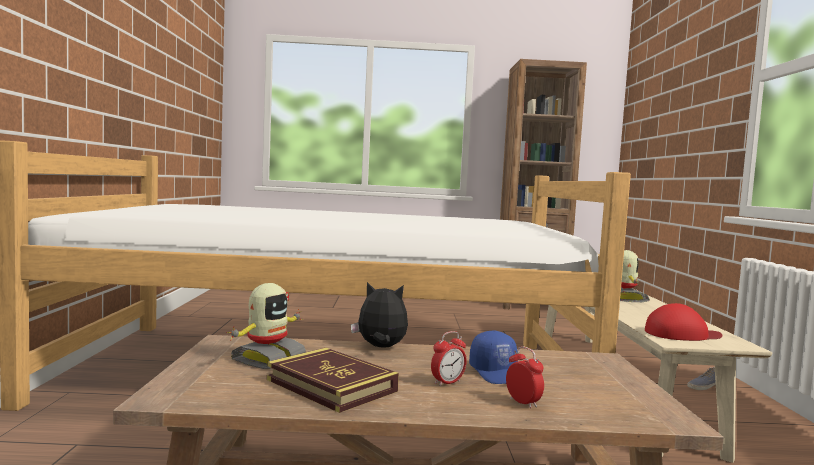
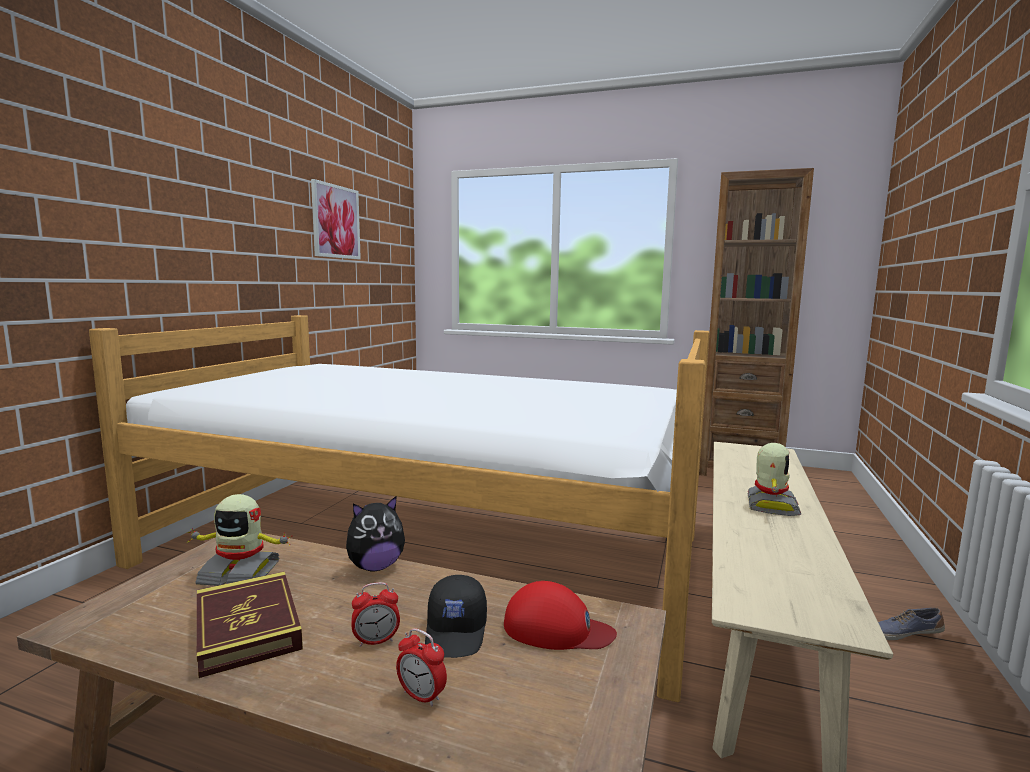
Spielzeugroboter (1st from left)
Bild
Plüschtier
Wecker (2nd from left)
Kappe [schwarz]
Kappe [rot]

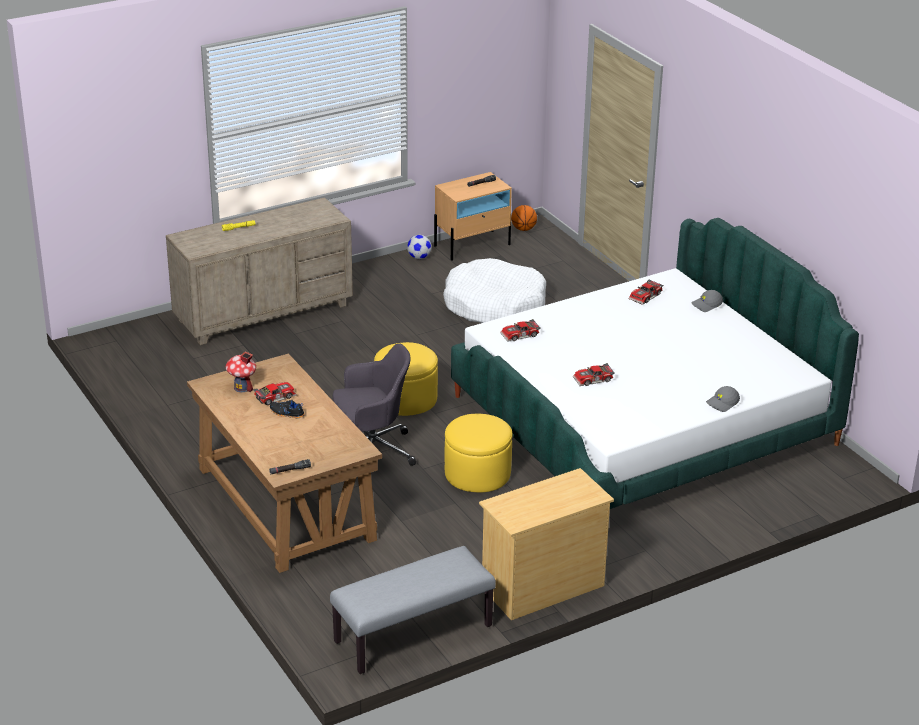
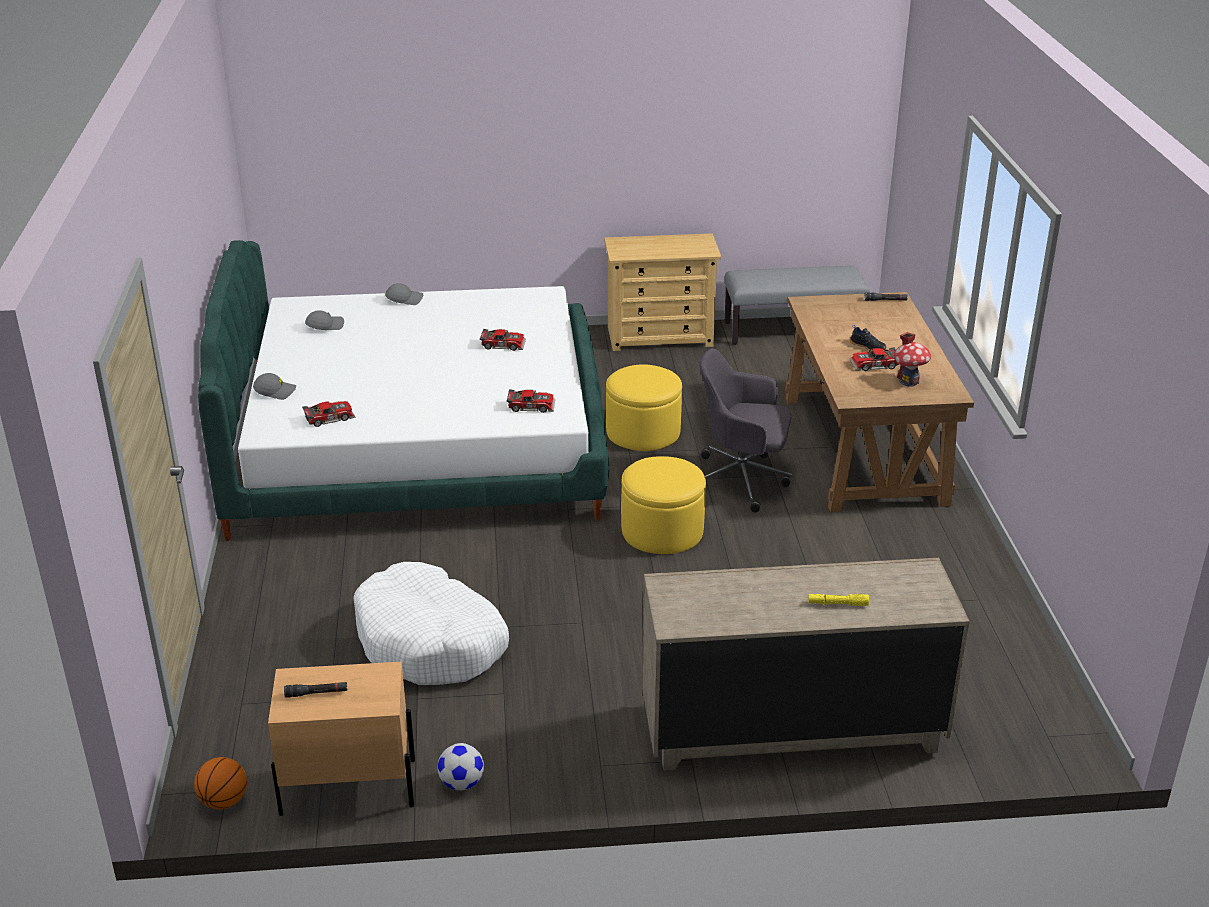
Kappe [grau] (2nd from left)

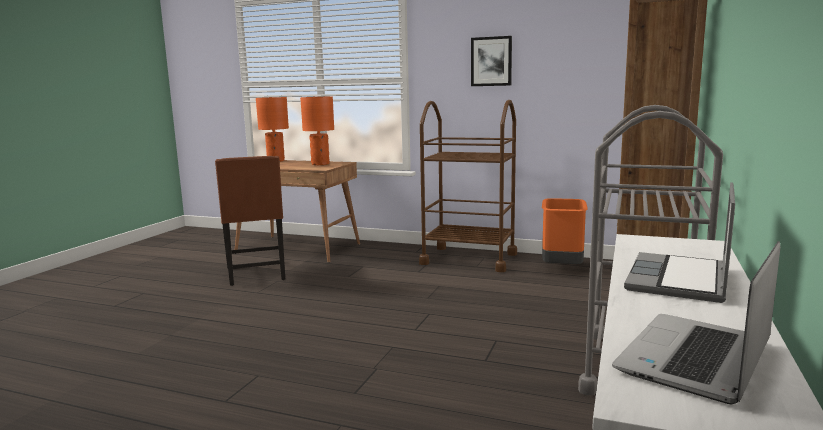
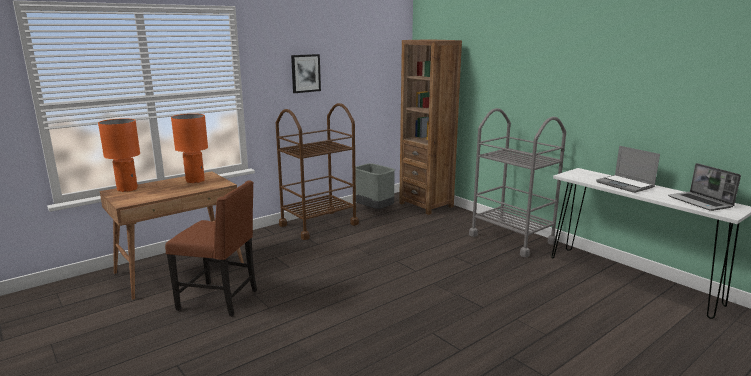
Mülleimer [grau]

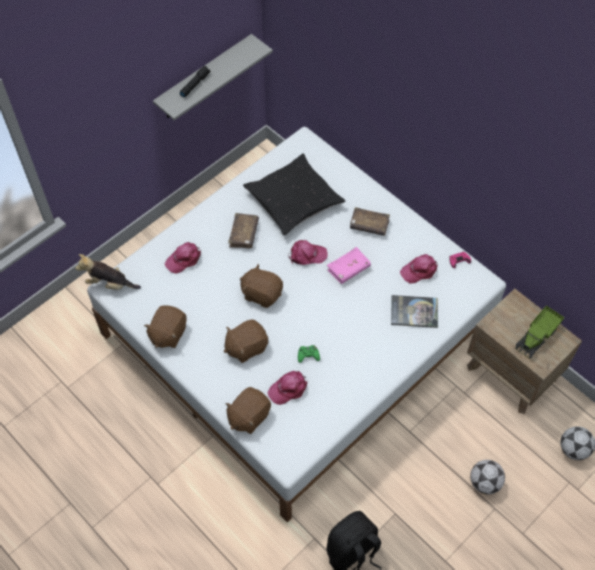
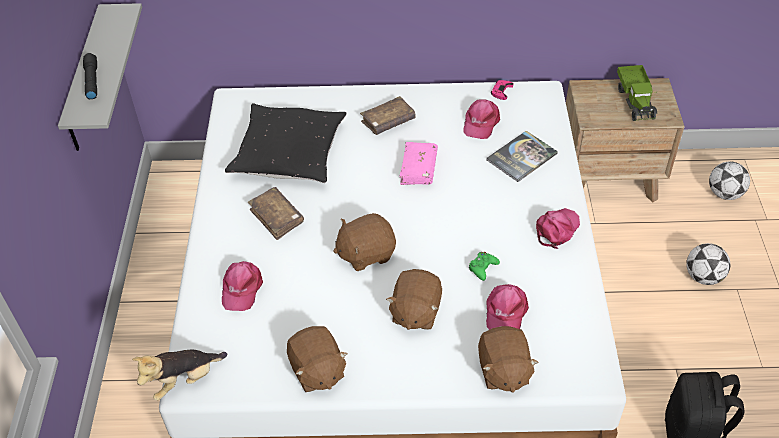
Kappe [rosa] (4th from left)

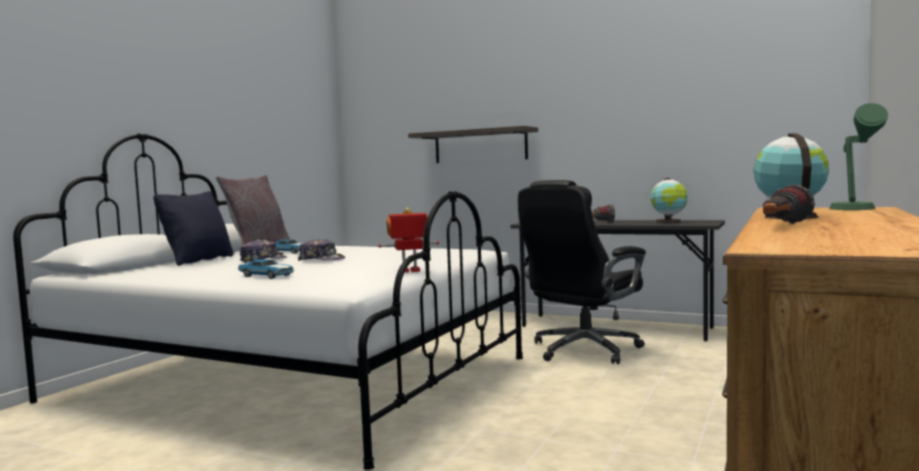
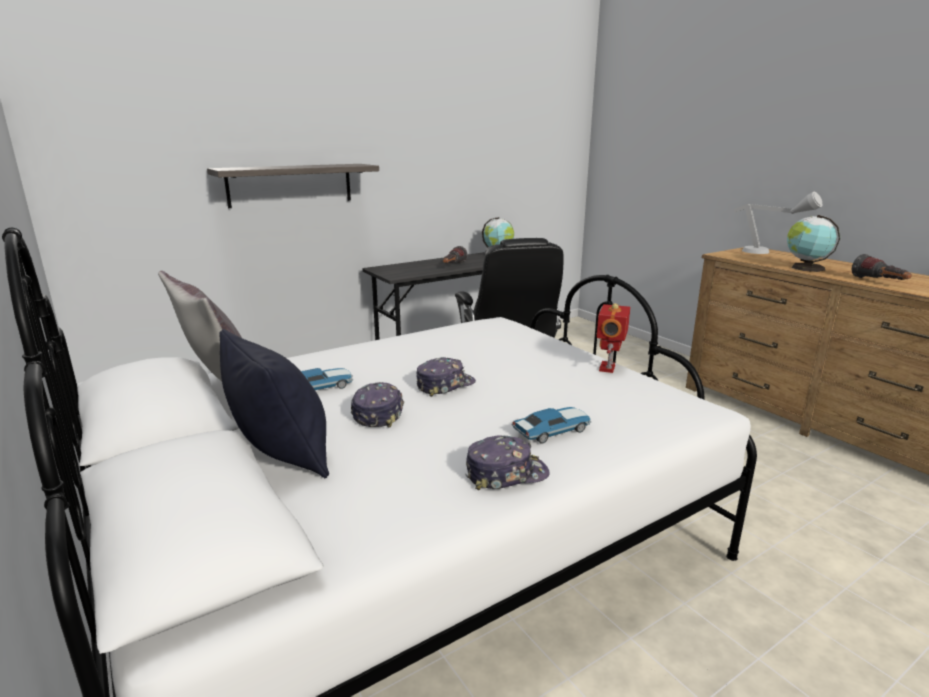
Kappe (3rd from left)
Tischlampe [grau]

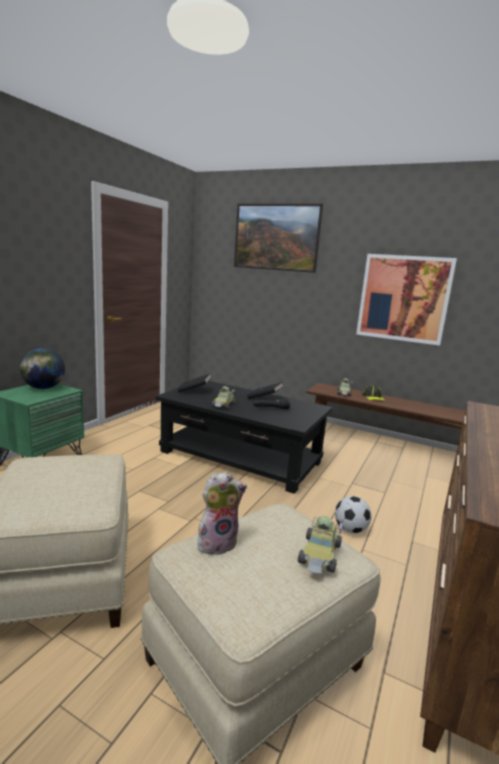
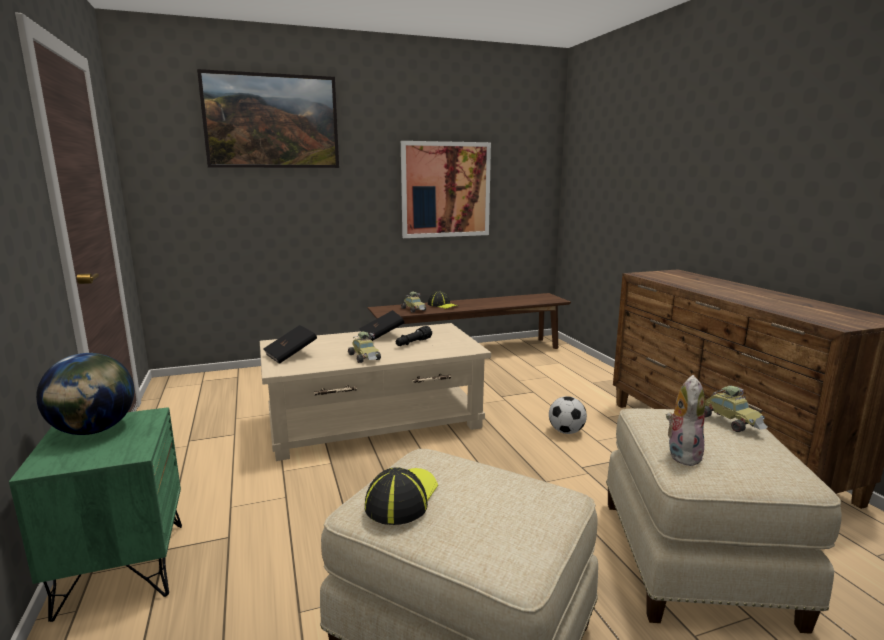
Couchtisch [beige]
Kappe (1st from left)

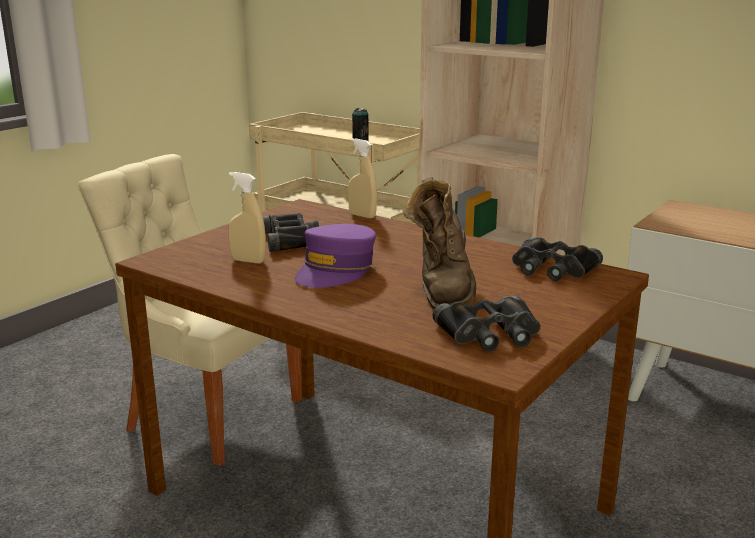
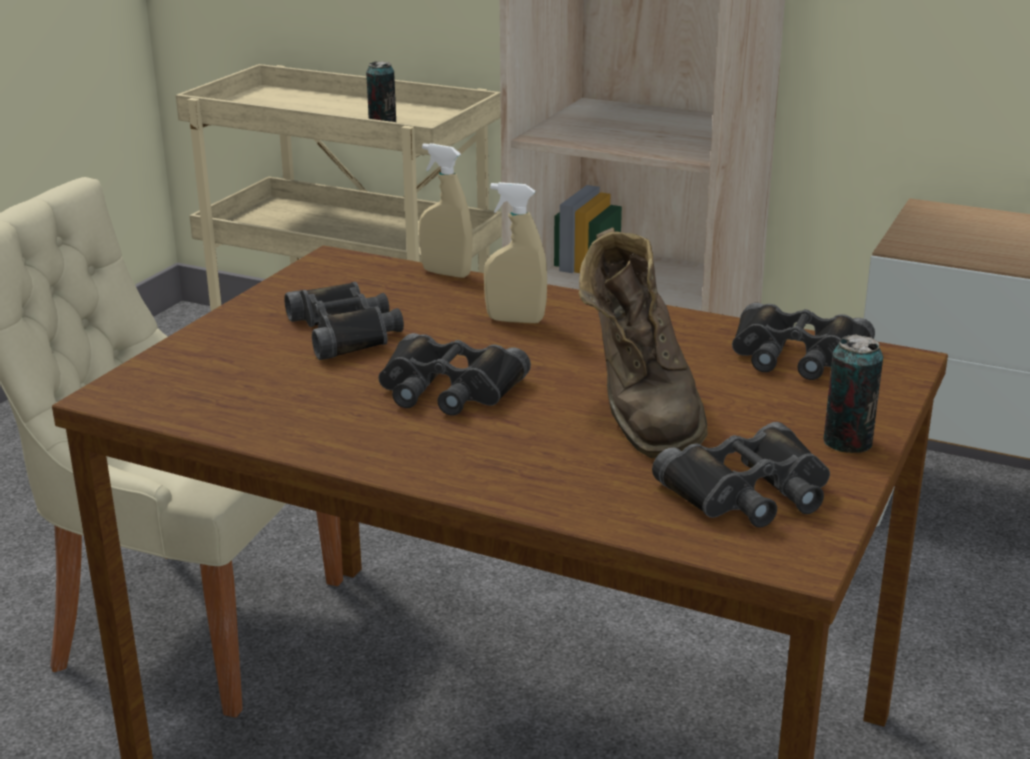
Fernglas [schwarz] (2nd from left)
Sprühflasche [beige] (2nd from left)
Dose (2nd from left)

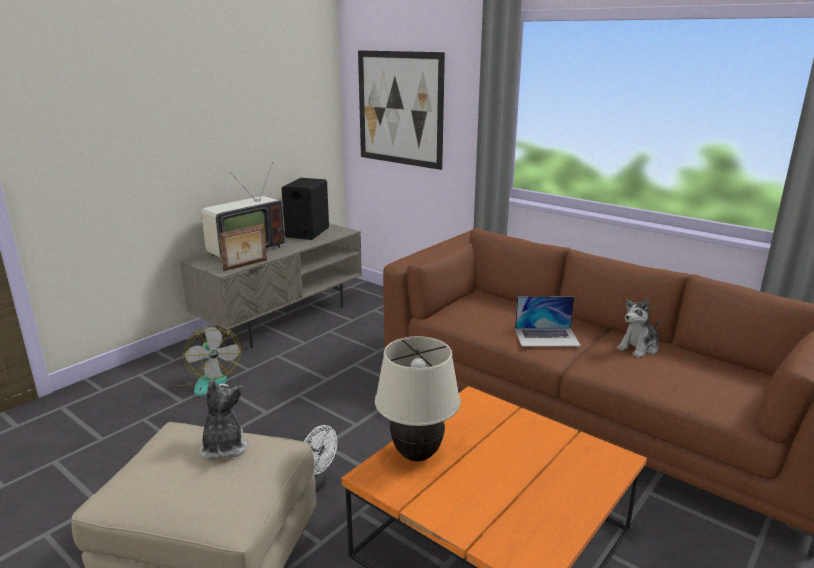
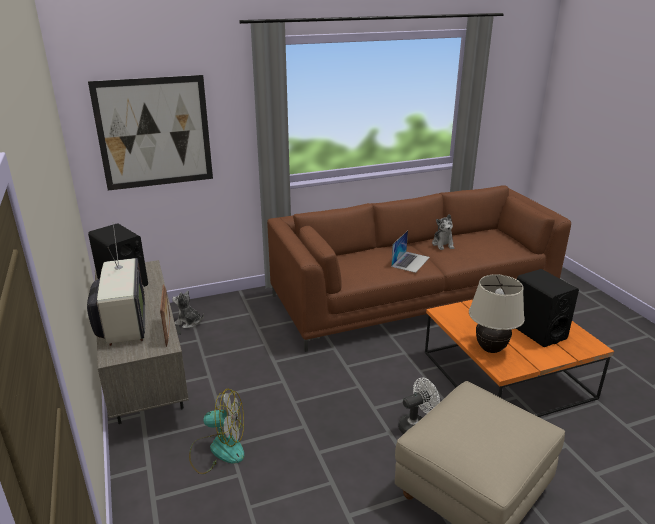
Plüschtier (1st from left)
Lautsprecher [schwarz] (2nd from left)

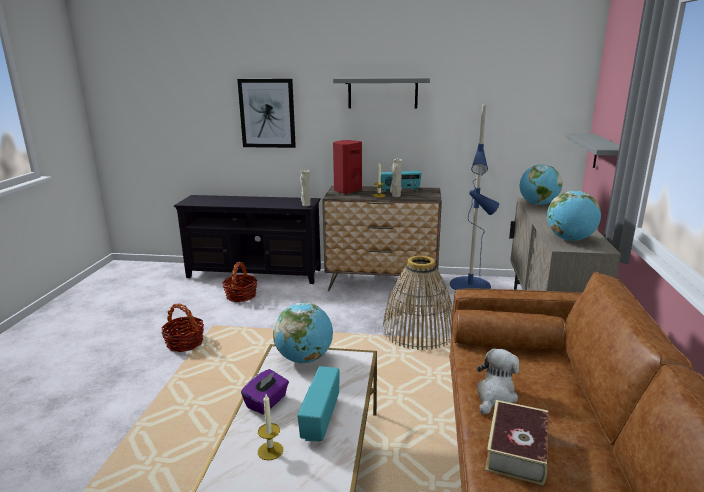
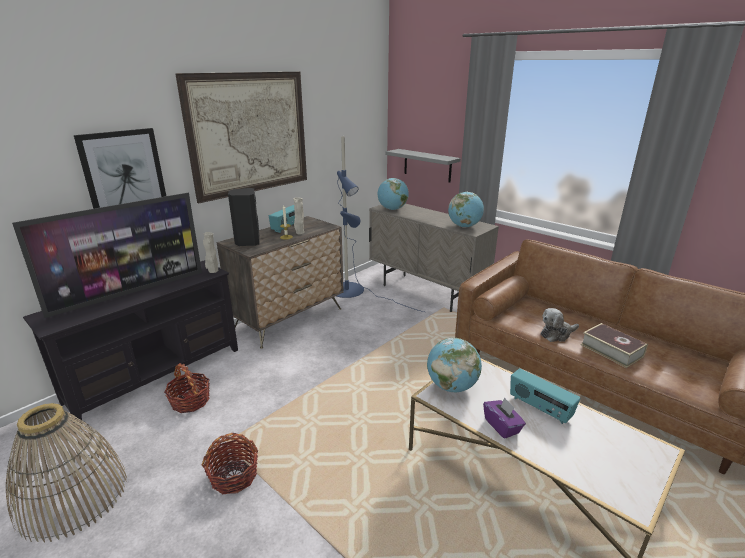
Korb (1st from left)
Fernseher
Bild (2nd from left)
Lautsprecher [schwarz]
Plüschtier
Kerze (1st from left in the first image)

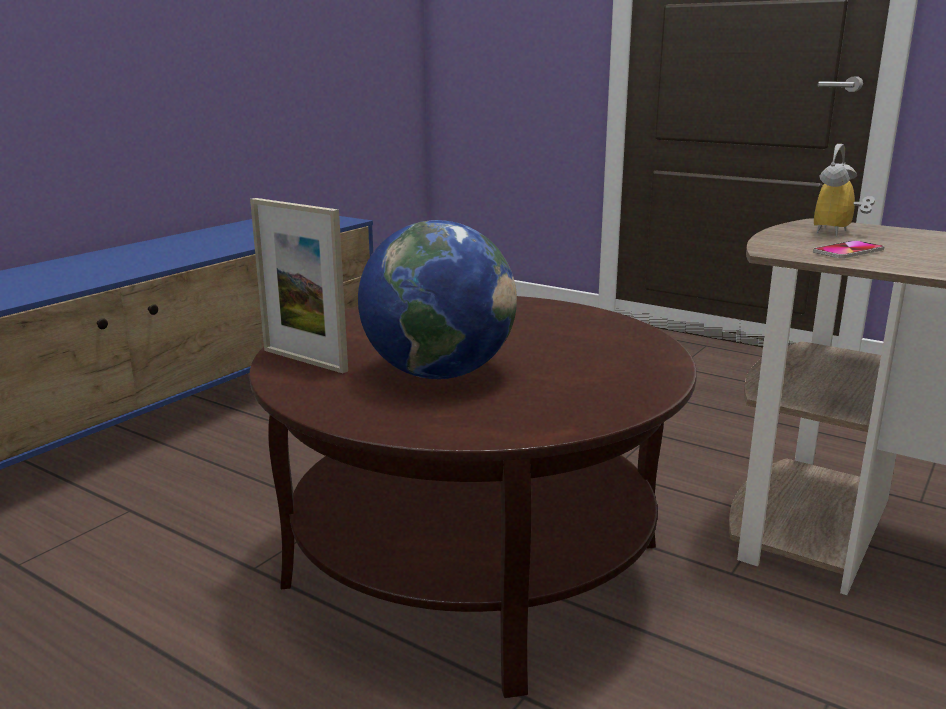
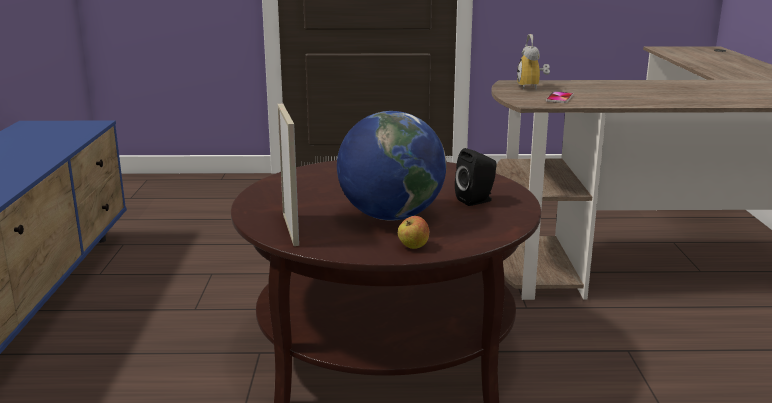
Bilderrahmen
Apfel
Lautsprecher [schwarz]

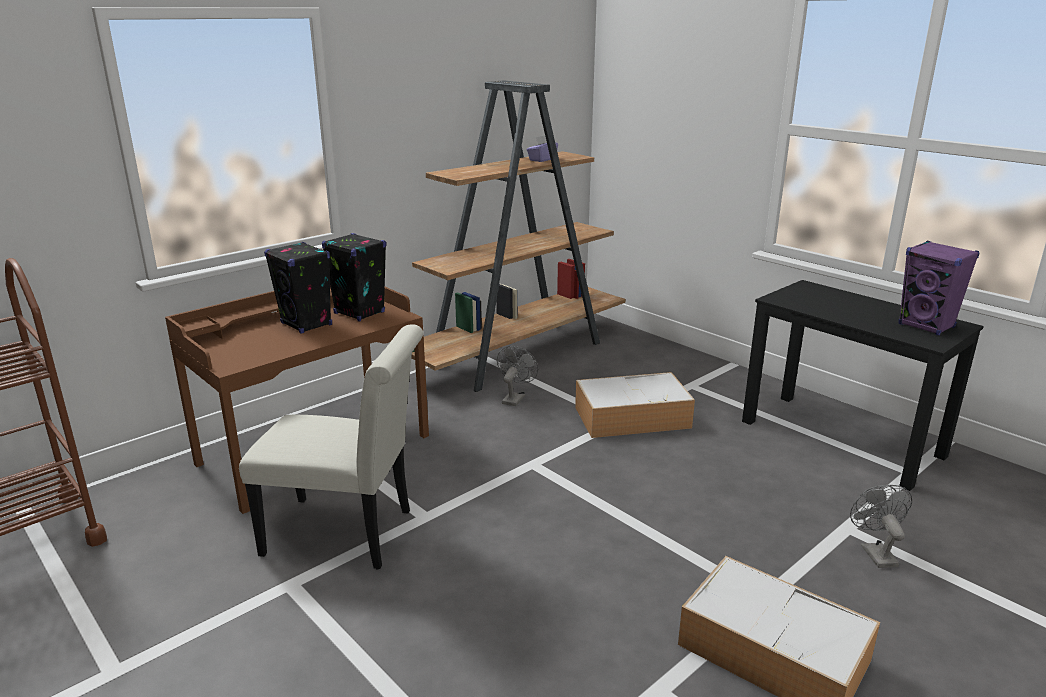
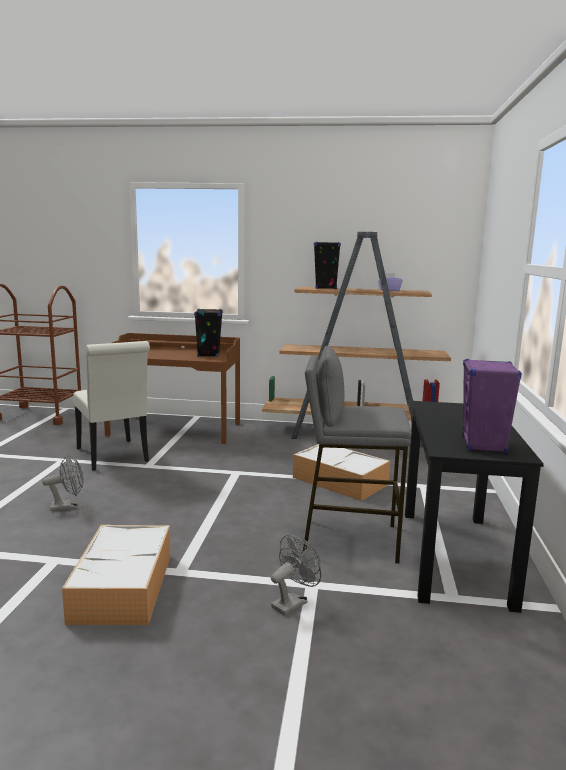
Ventilator [grau] (1st from left)
Hocker [grau]
Lautsprecher [schwarz] (2nd from left)

